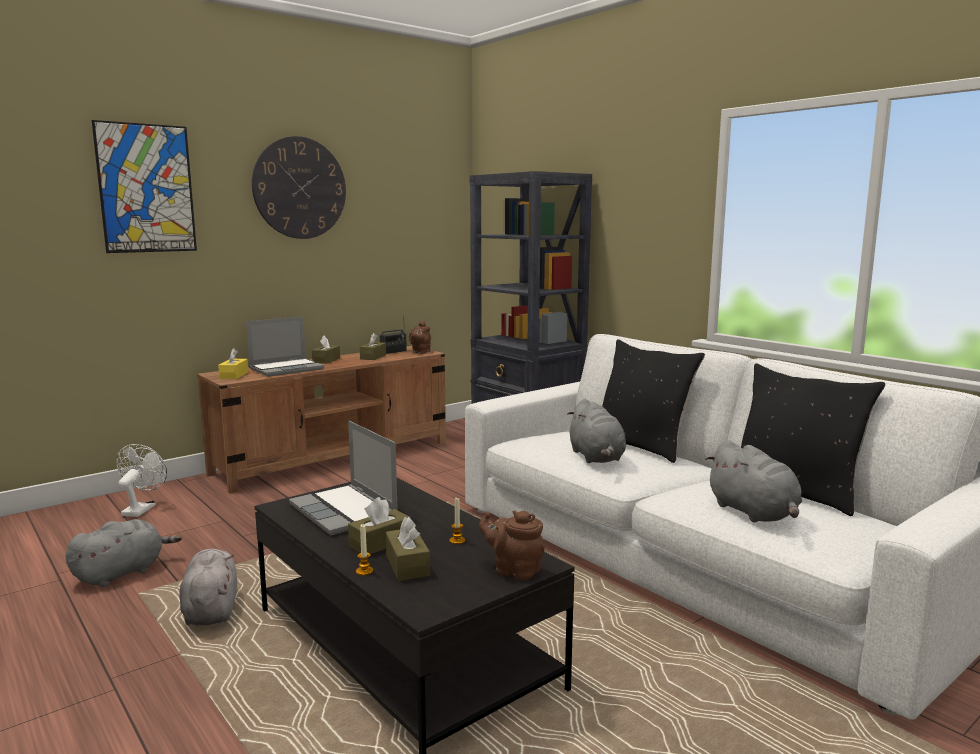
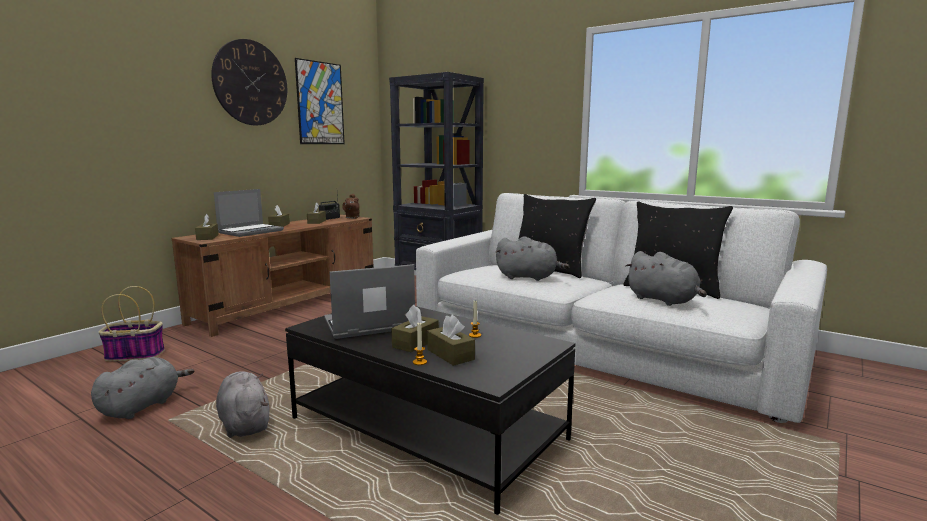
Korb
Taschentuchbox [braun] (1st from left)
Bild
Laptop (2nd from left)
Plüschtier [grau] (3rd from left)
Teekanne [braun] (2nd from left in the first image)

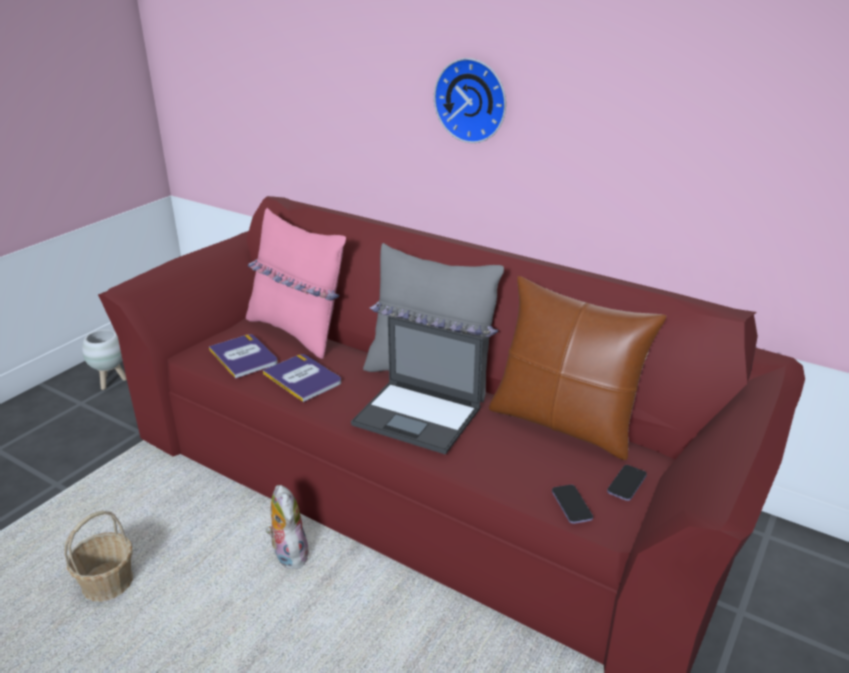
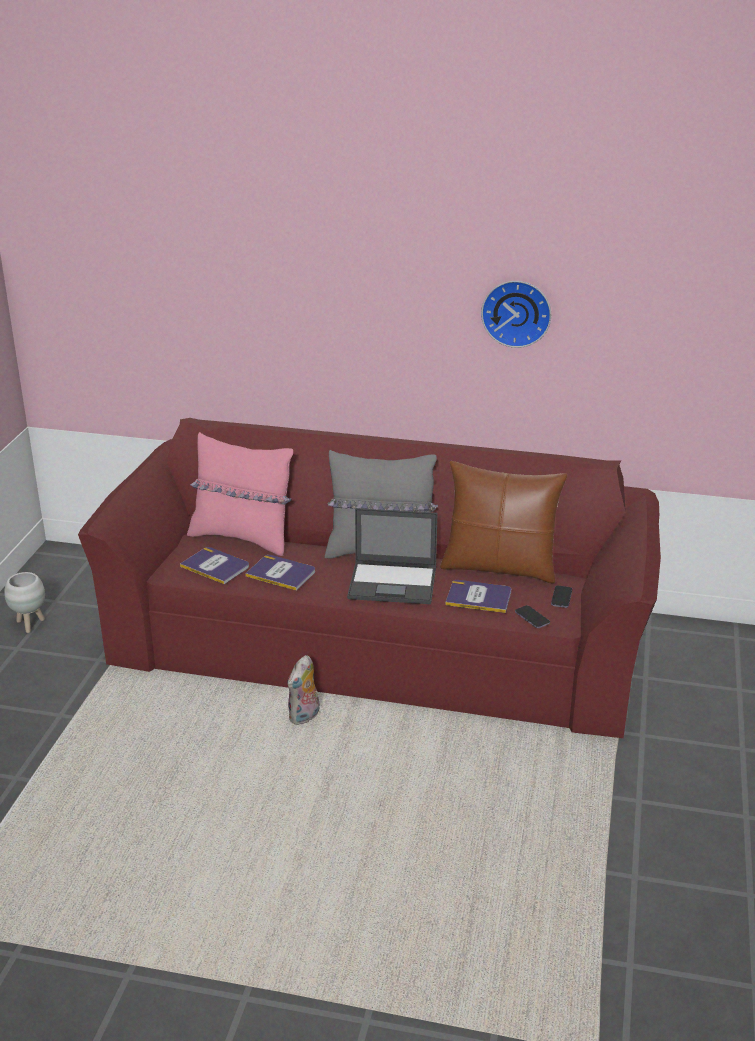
Plüschtier
Buch (3rd from left)
Wanduhr
Korb

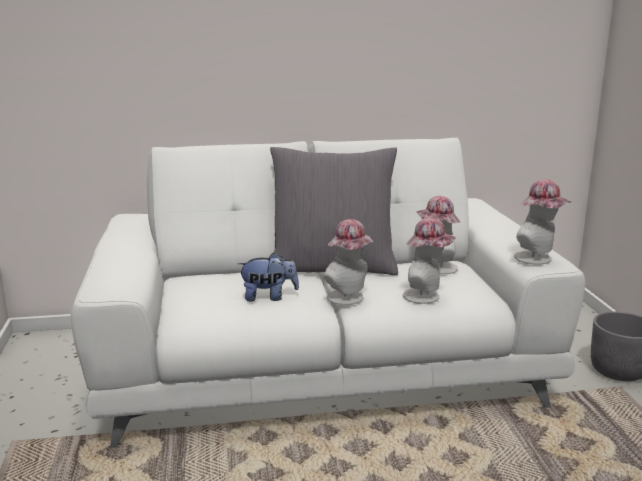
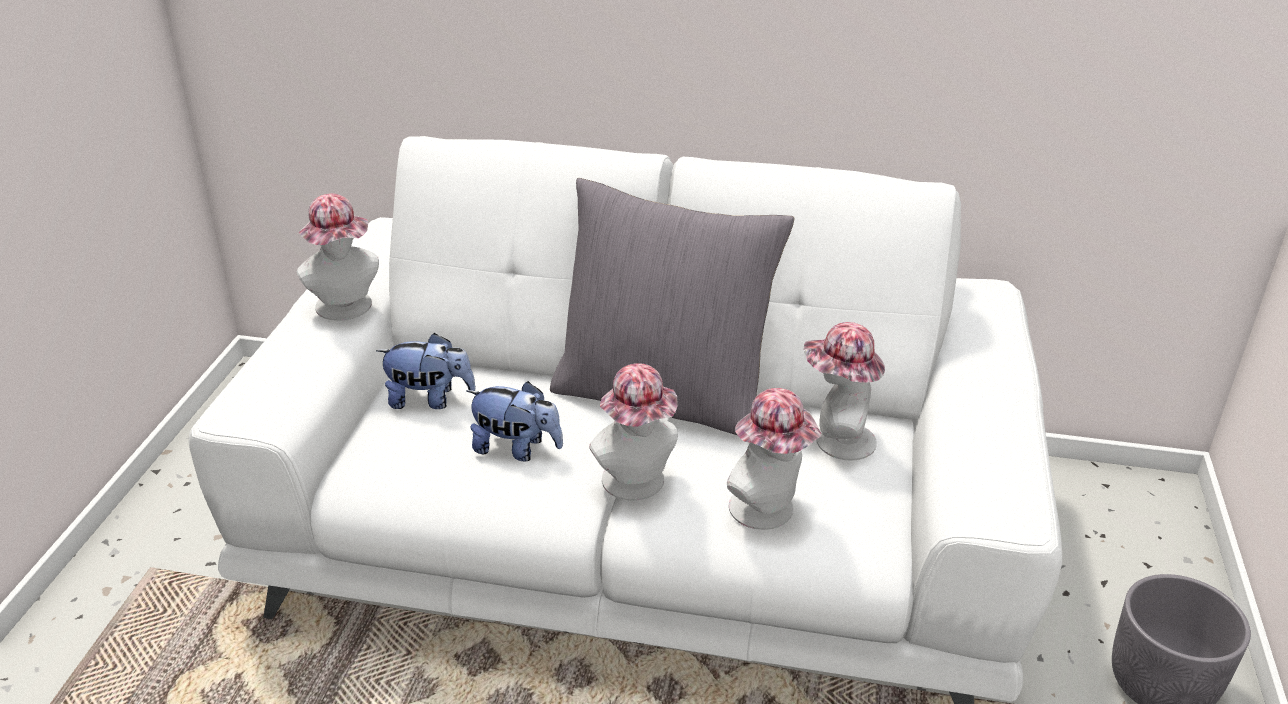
Hut (1st from left)
Plüschtier (1st from left)

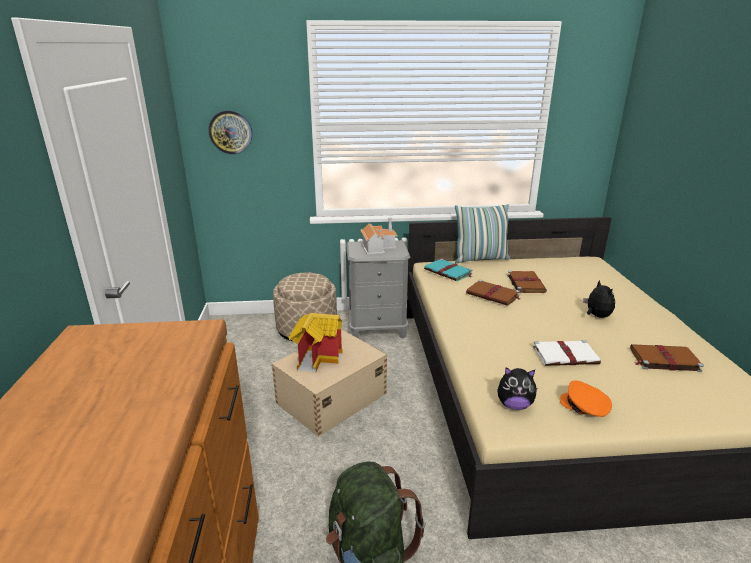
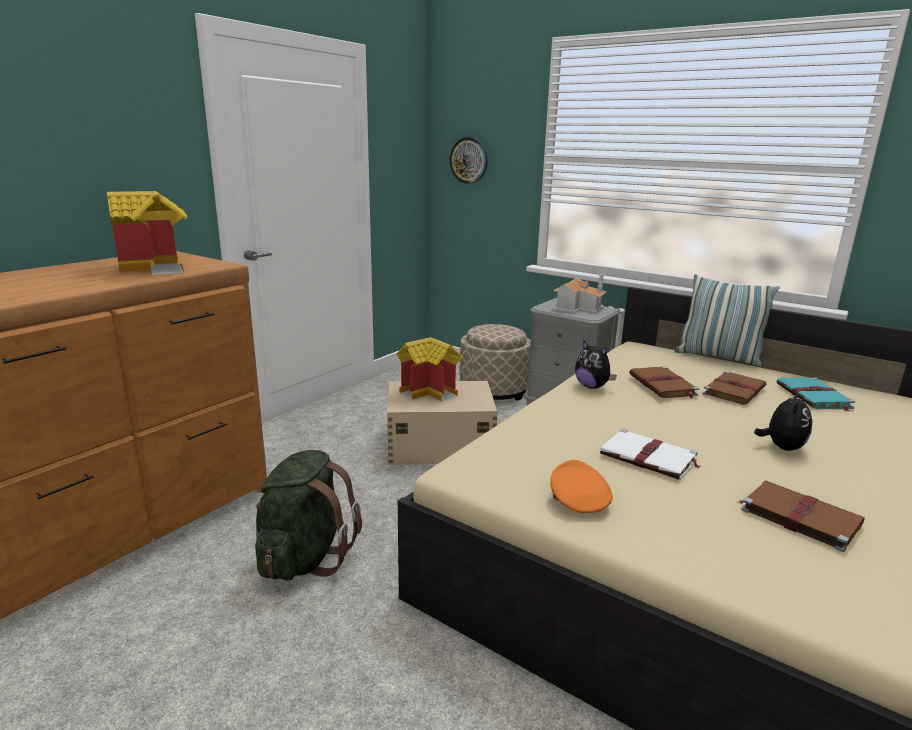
Spielzeughaus (1st from left)
Plüschtier (1st from left)
Buch [türkis]

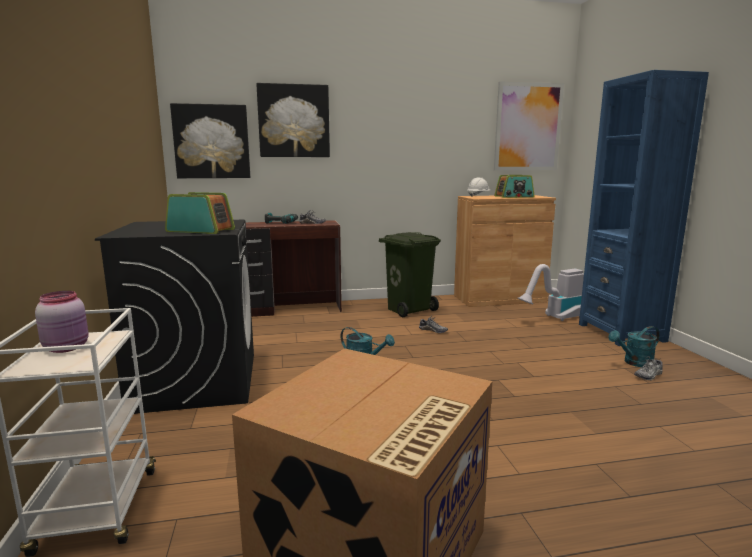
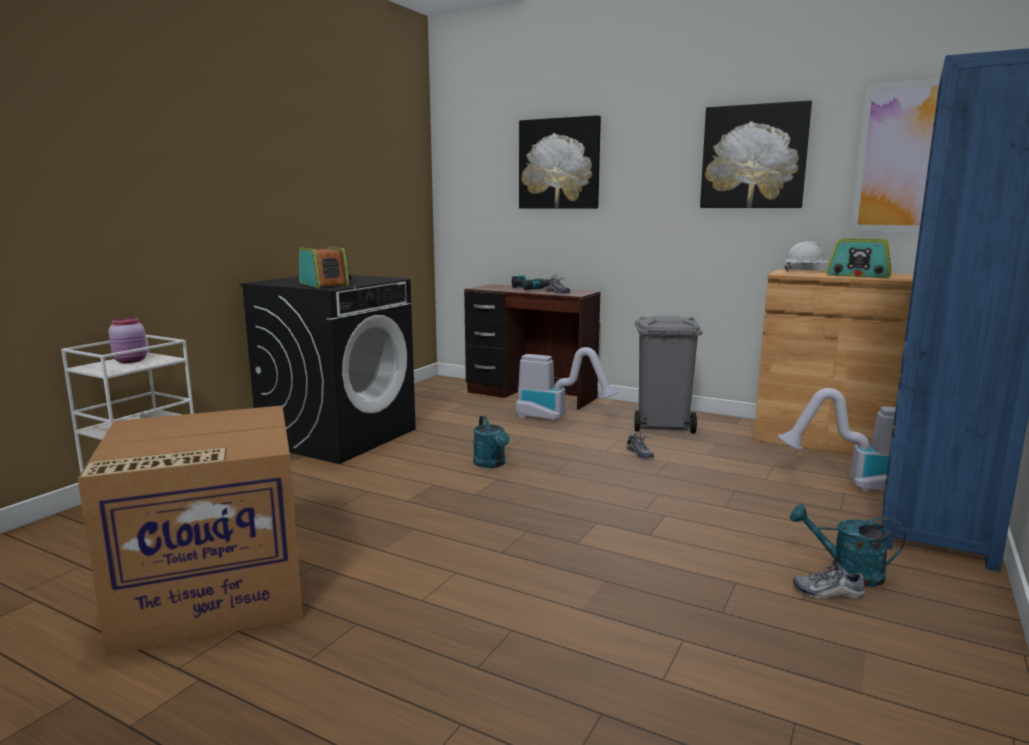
Staubsauger (1st from left)
Mülleimer [grau]
Bild (2nd from left)

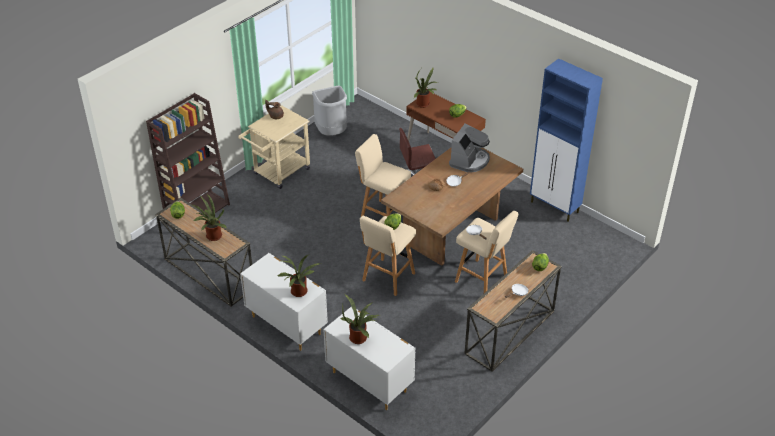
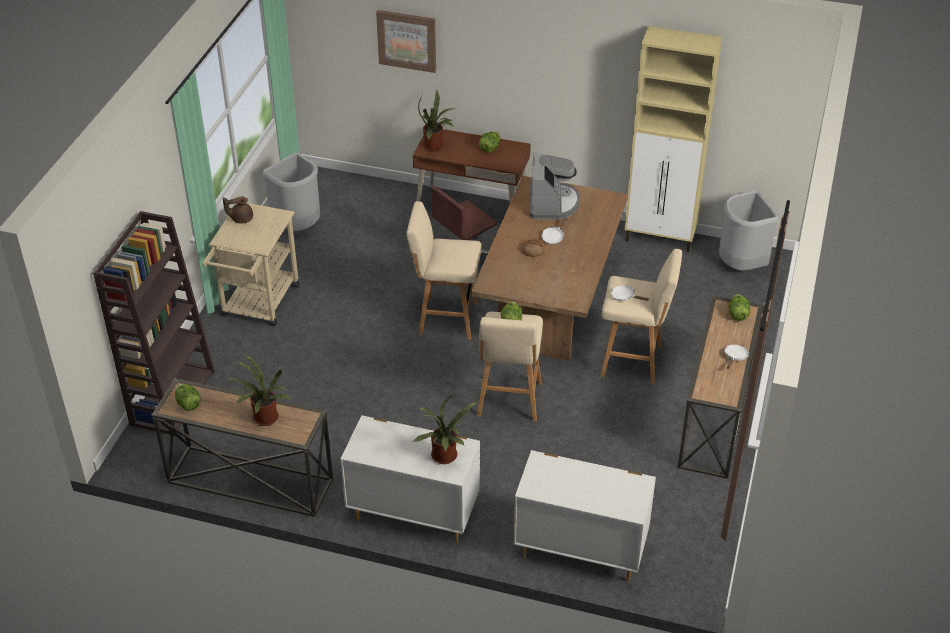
Bild
Schrank [beige]
Mülleimer [grau] (2nd from left)
Topfpflanze (3rd from left in the first image)

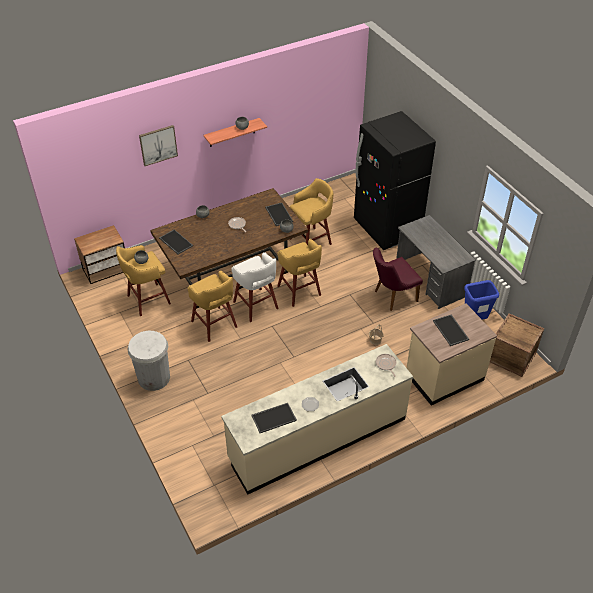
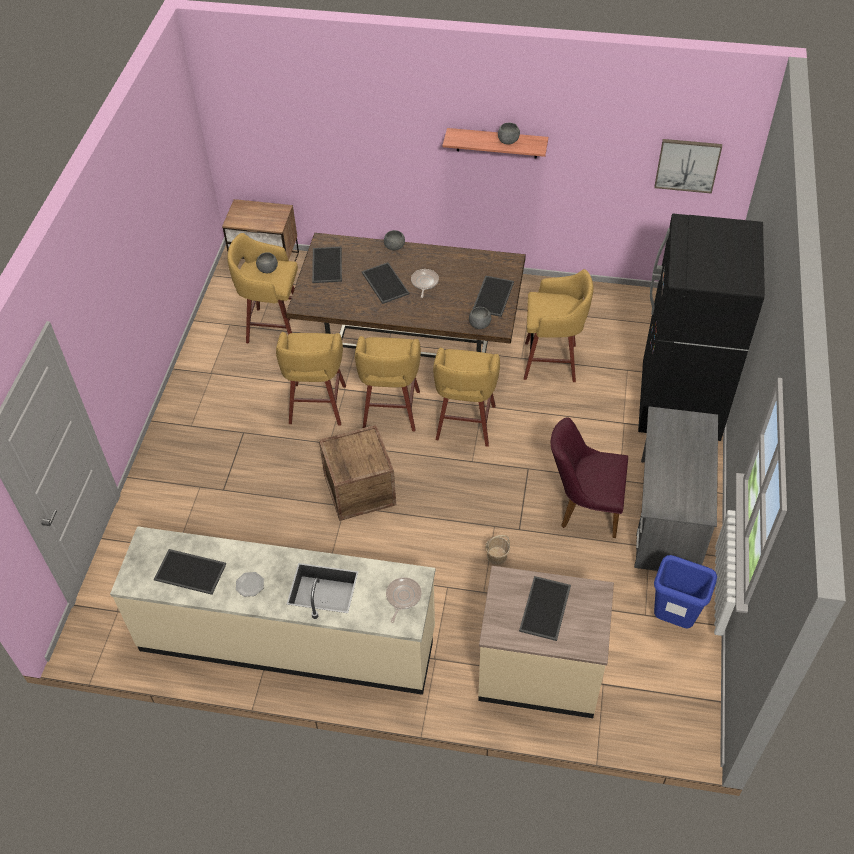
Kiste
Hocker [gelb] (3rd from left)
Tablett (3rd from left)
Bild
Mülleimer [weiß]

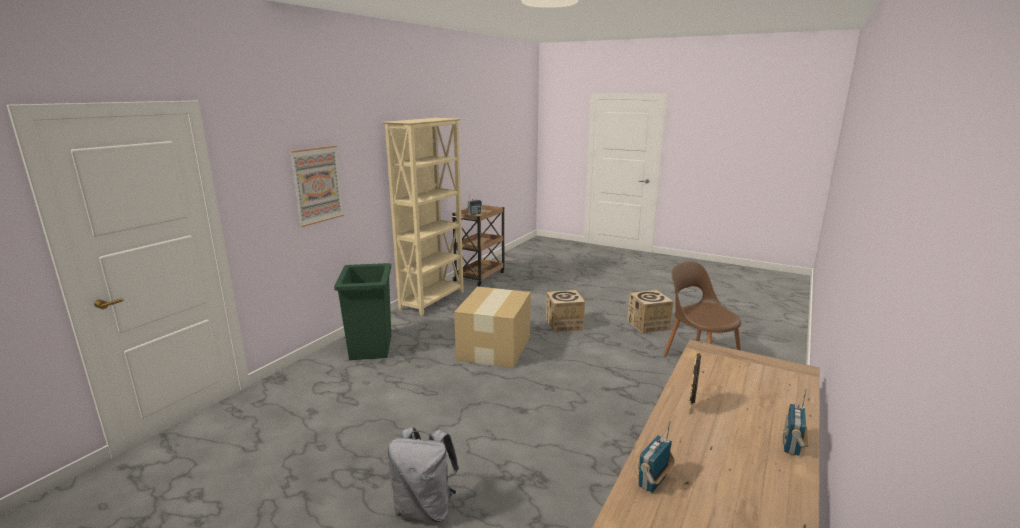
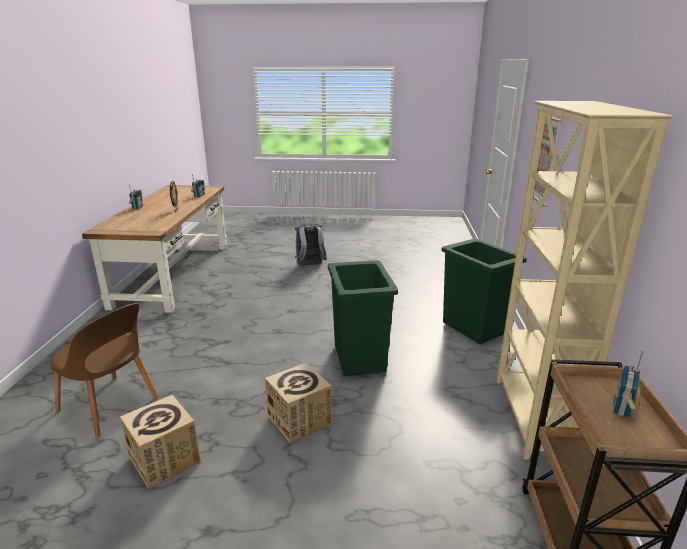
Mülleimer [grün] (1st from left)

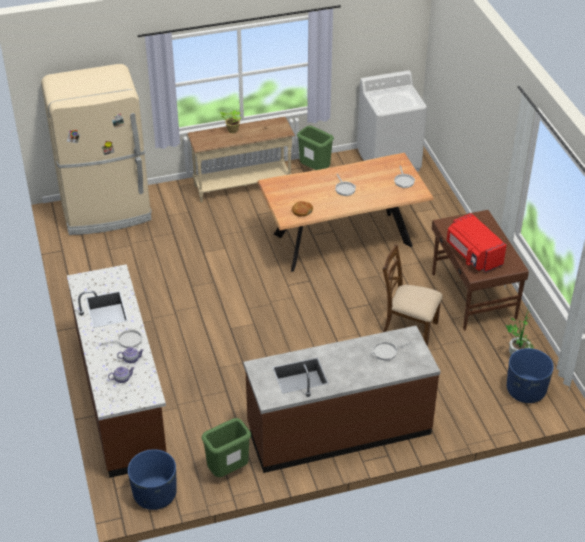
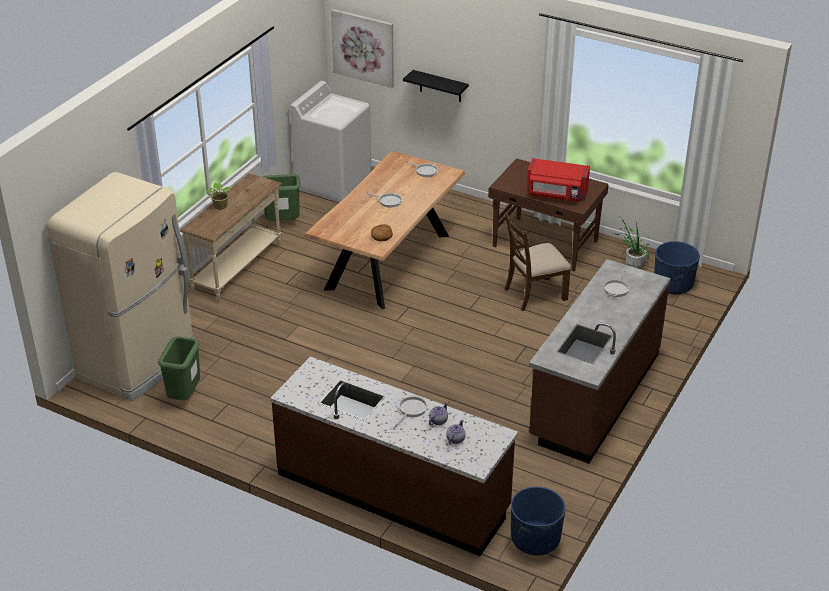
Mülleimer [grün] (1st from left)
Bild
Wandregal [schwarz]

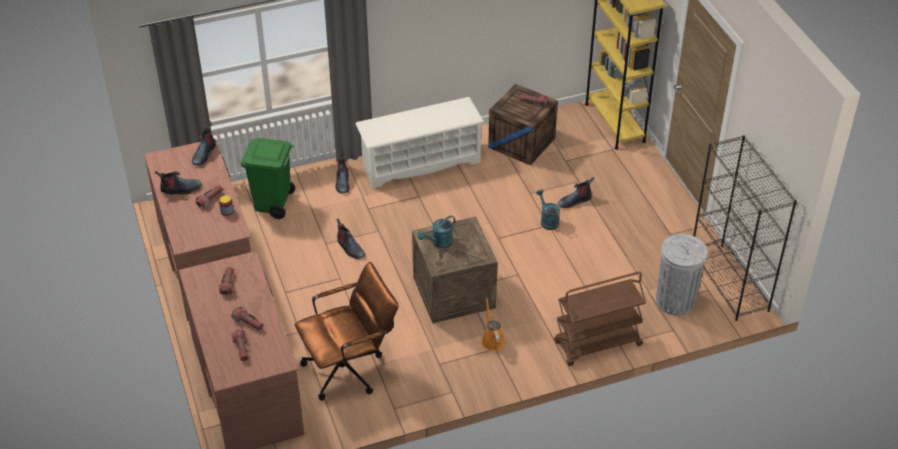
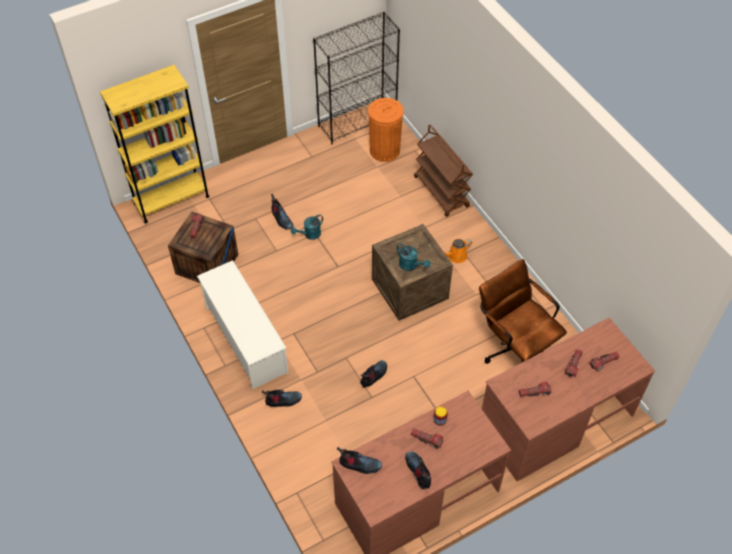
Mülleimer [orange]
Mülleimer [grün]

